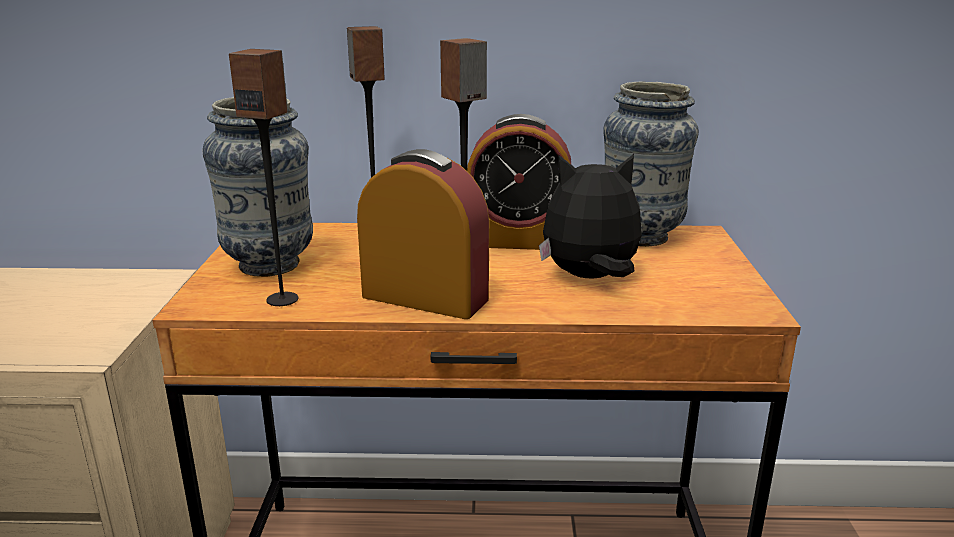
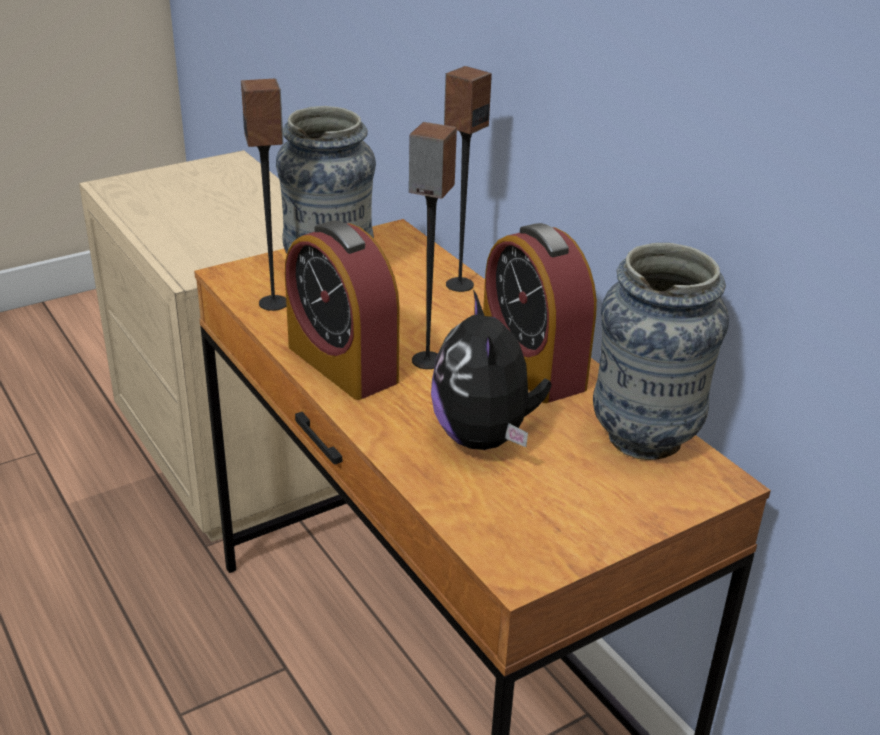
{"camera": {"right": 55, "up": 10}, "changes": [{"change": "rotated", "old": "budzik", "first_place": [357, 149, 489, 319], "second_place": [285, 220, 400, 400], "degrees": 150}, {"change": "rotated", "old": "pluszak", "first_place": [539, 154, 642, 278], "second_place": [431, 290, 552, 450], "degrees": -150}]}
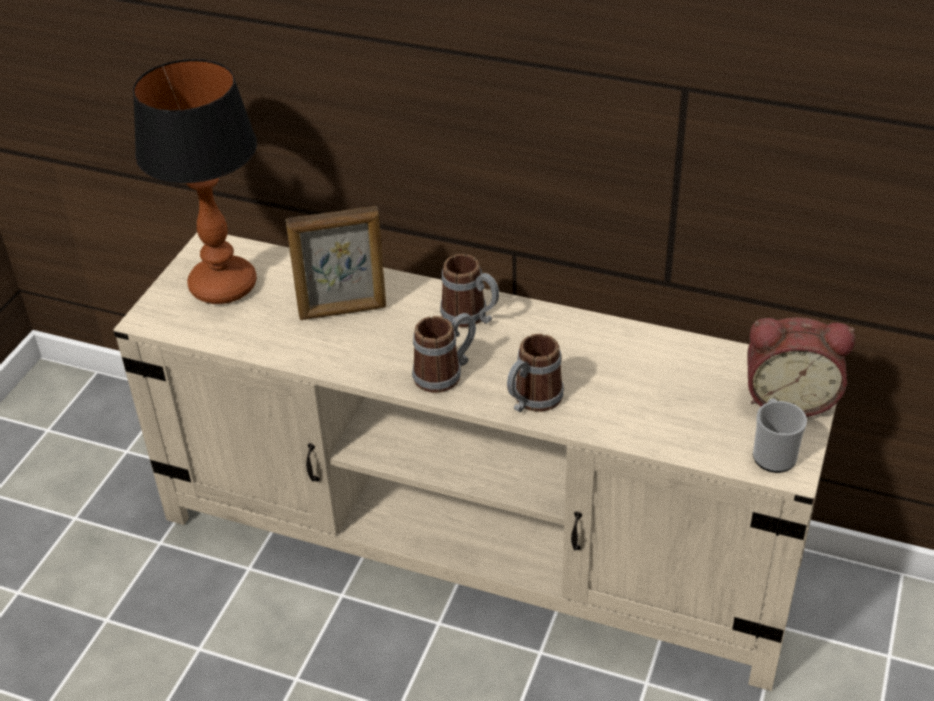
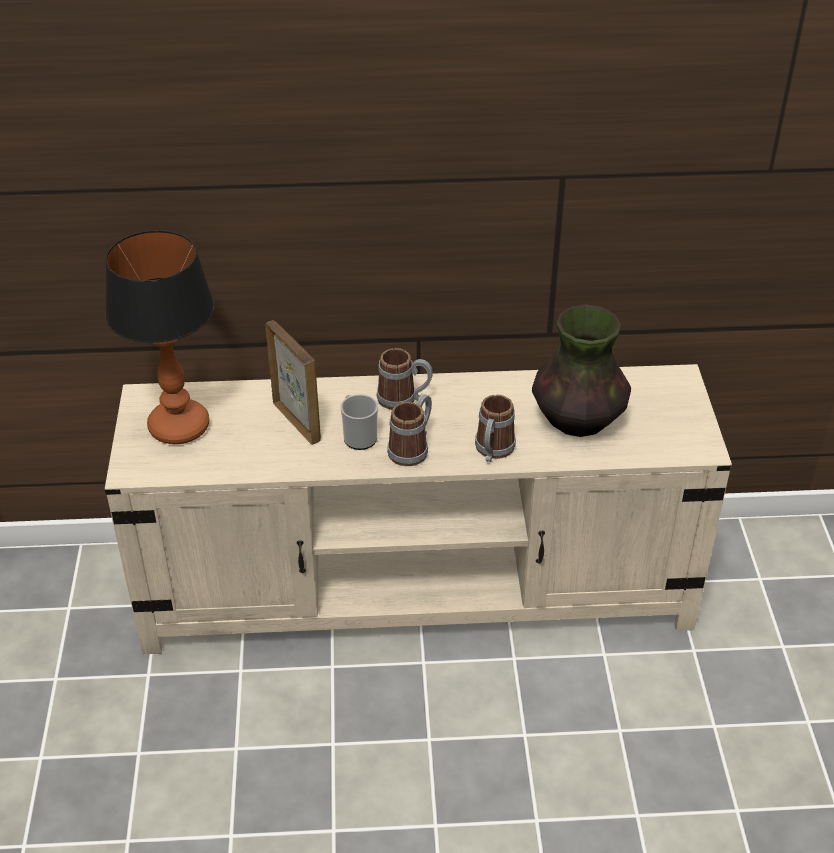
{"camera": {"right": -25, "up": 0}, "changes": [{"change": "rotated", "old": "ramka na zdjęcie", "first_place": [285, 206, 386, 320], "second_place": [265, 320, 321, 445], "degrees": -90}, {"change": "shifted", "old": "kubek", "first_place": [753, 398, 807, 473], "second_place": [340, 394, 378, 450]}, {"change": "new", "new": "wazon", "second_place": [532, 304, 631, 437]}, {"change": "gone", "old": "budzik", "first_place": [747, 317, 855, 417]}]}
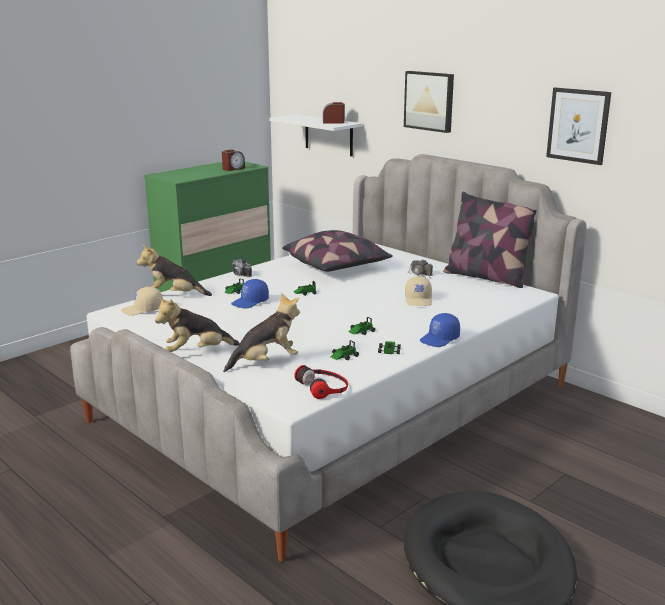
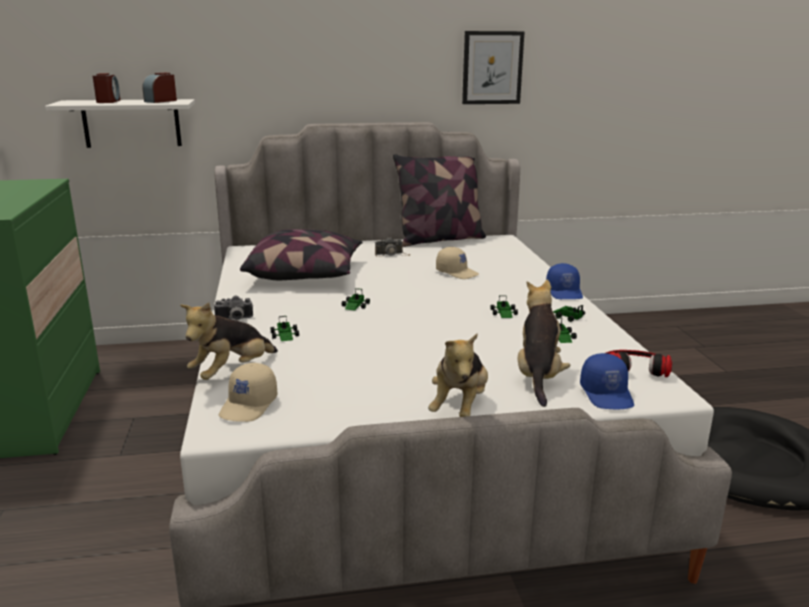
{"camera": {"right": -55, "up": 0}, "changes": [{"change": "shifted", "old": "budzik", "first_place": [222, 149, 245, 171], "second_place": [93, 73, 120, 103]}, {"change": "shifted", "old": "czapka z daszkiem/niebieski", "first_place": [231, 279, 269, 309], "second_place": [580, 353, 634, 409]}, {"change": "gone", "old": "obraz", "first_place": [404, 71, 454, 133]}]}
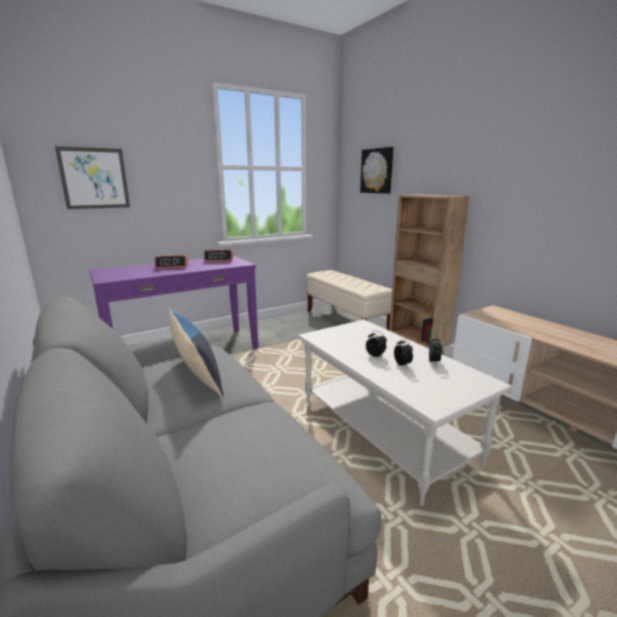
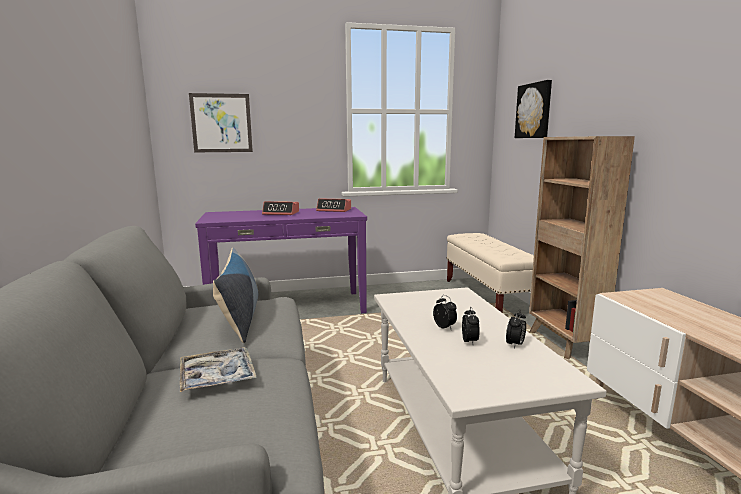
{"camera": {"right": 20, "up": -5}, "changes": [{"change": "new", "new": "taca", "second_place": [180, 347, 257, 392]}]}
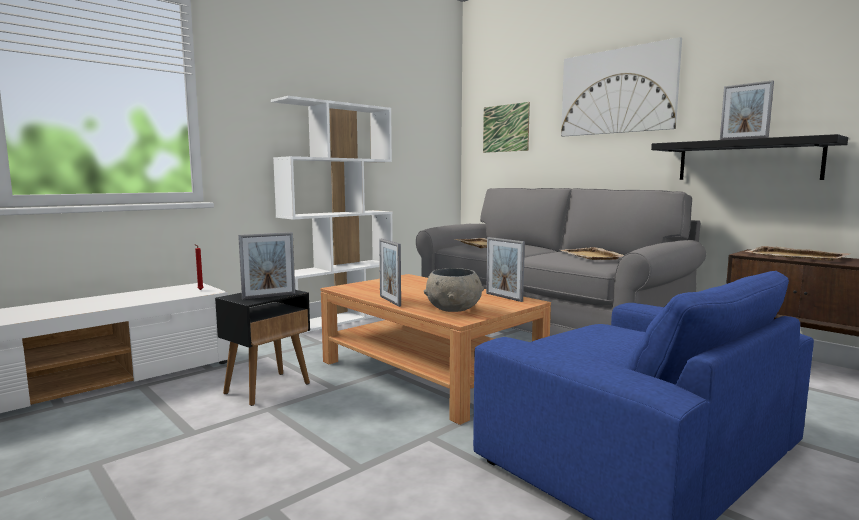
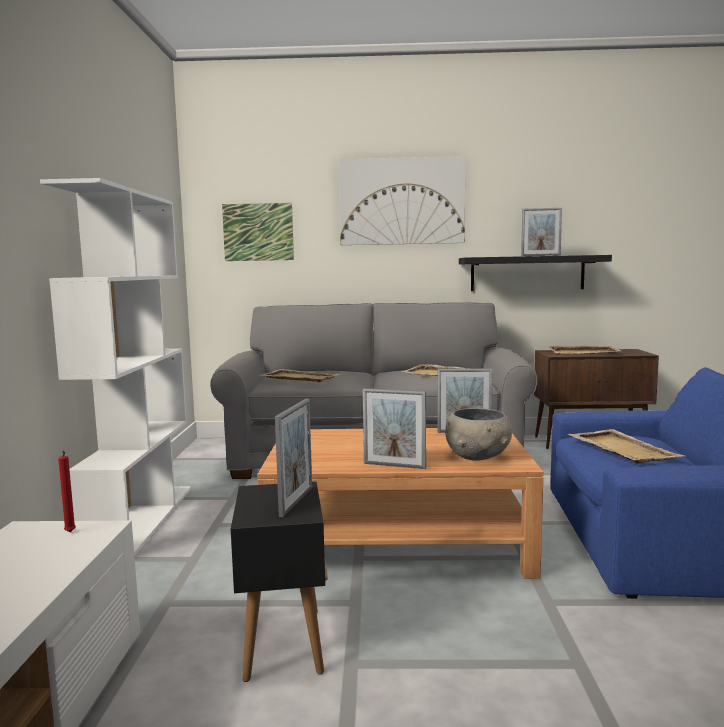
{"camera": {"right": -45, "up": 0}, "changes": [{"change": "new", "new": "taca/beżowy", "second_place": [568, 429, 685, 464]}]}
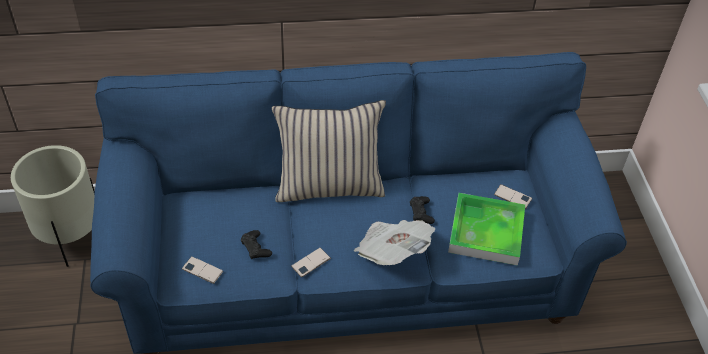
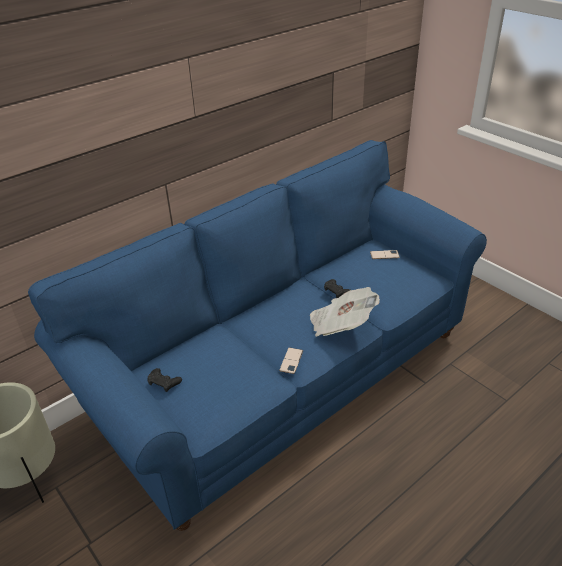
{"camera": {"right": -30, "up": -10}, "changes": [{"change": "shifted", "old": "pad do gier/czarny", "first_place": [241, 230, 272, 259], "second_place": [147, 368, 182, 392]}, {"change": "gone", "old": "telefon", "first_place": [182, 256, 223, 284]}, {"change": "gone", "old": "poduszka/beżowy", "first_place": [272, 100, 386, 202]}, {"change": "gone", "old": "taca", "first_place": [448, 193, 525, 266]}]}
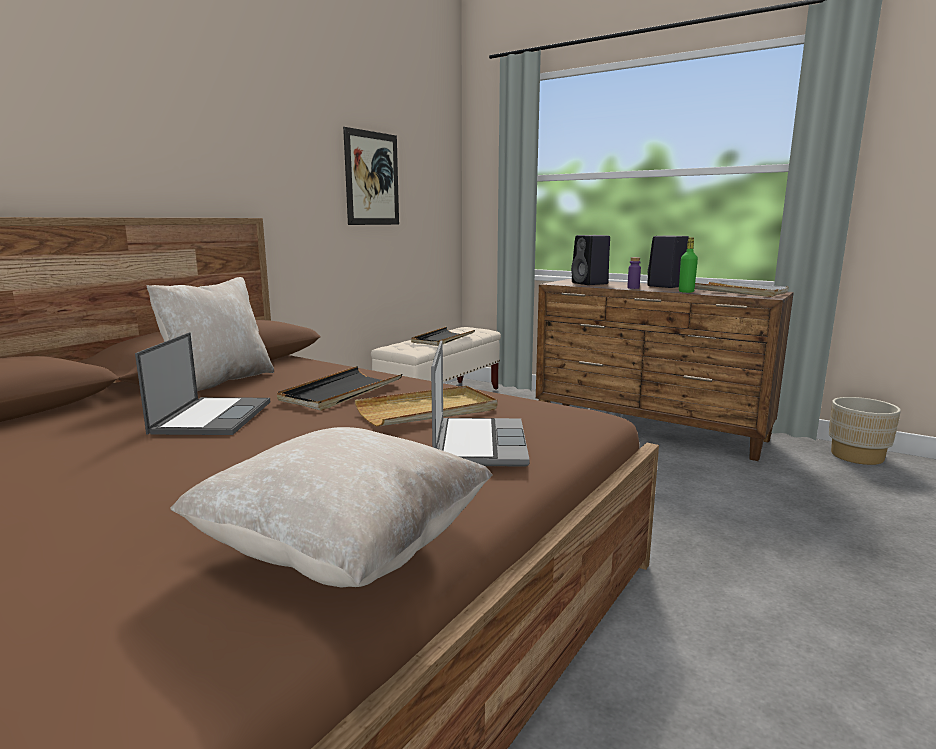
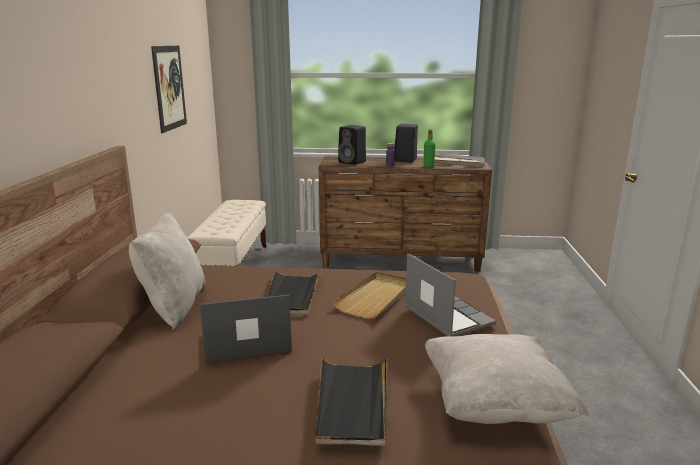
{"camera": {"right": -30, "up": 5}, "changes": [{"change": "rotated", "old": "laptop", "first_place": [135, 332, 270, 435], "second_place": [200, 295, 292, 363], "degrees": -75}, {"change": "shifted", "old": "taca/czarny", "first_place": [411, 327, 475, 346], "second_place": [315, 356, 387, 446]}, {"change": "gone", "old": "donica/beżowy", "first_place": [829, 397, 901, 465]}]}
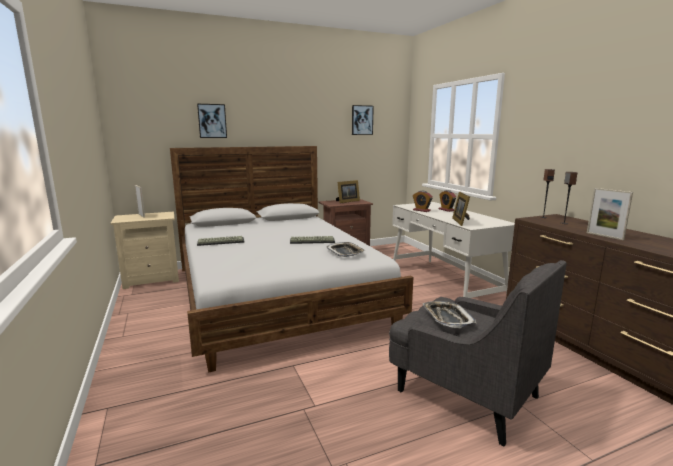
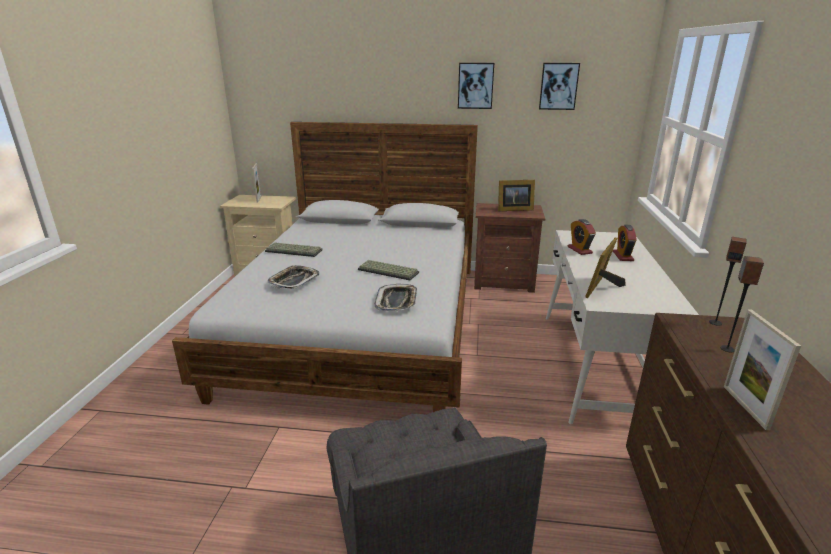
{"camera": {"right": 30, "up": 10}, "changes": [{"change": "shifted", "old": "taca", "first_place": [423, 301, 476, 328], "second_place": [268, 265, 319, 289]}, {"change": "shifted", "old": "obraz", "first_place": [197, 104, 227, 138], "second_place": [458, 63, 494, 109]}]}
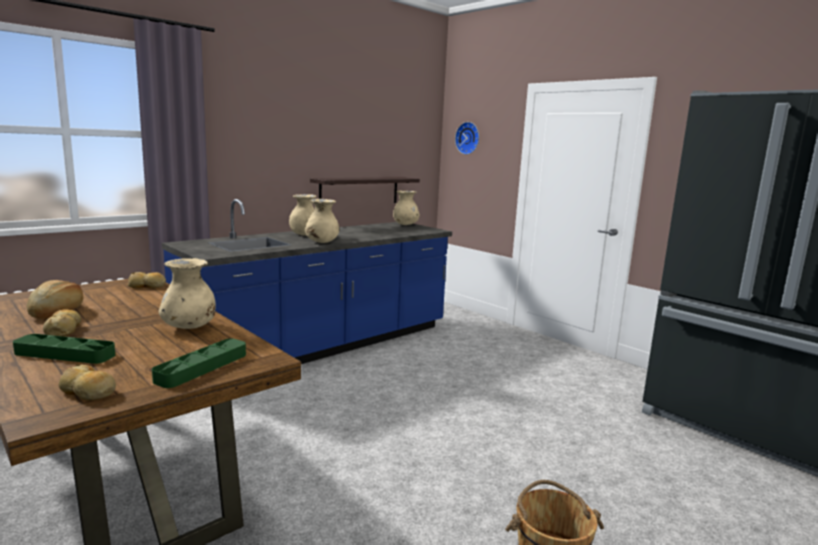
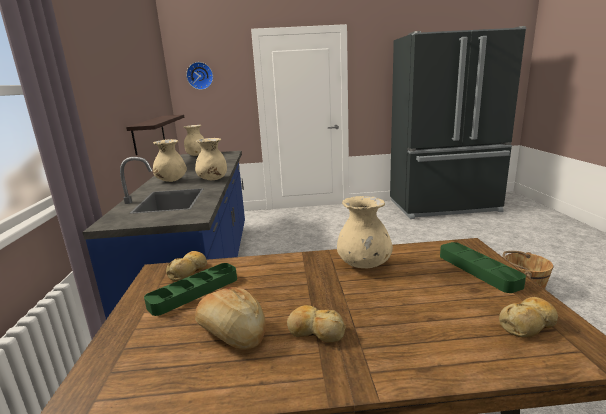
{"camera": {"right": -50, "up": 5}, "changes": [{"change": "shifted", "old": "taca/zielony", "first_place": [13, 334, 115, 364], "second_place": [144, 263, 237, 316]}]}
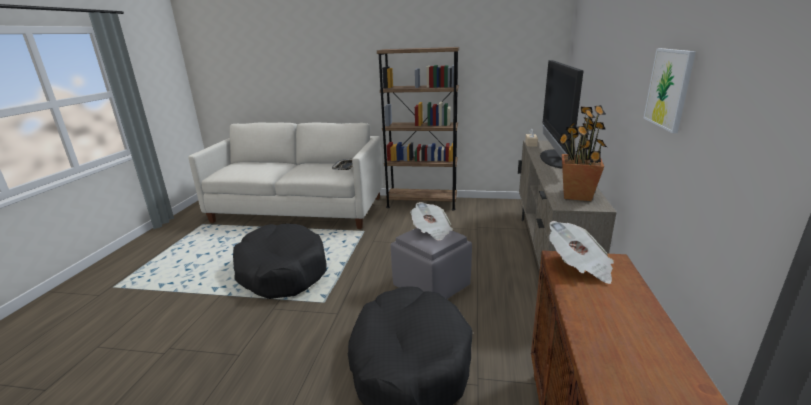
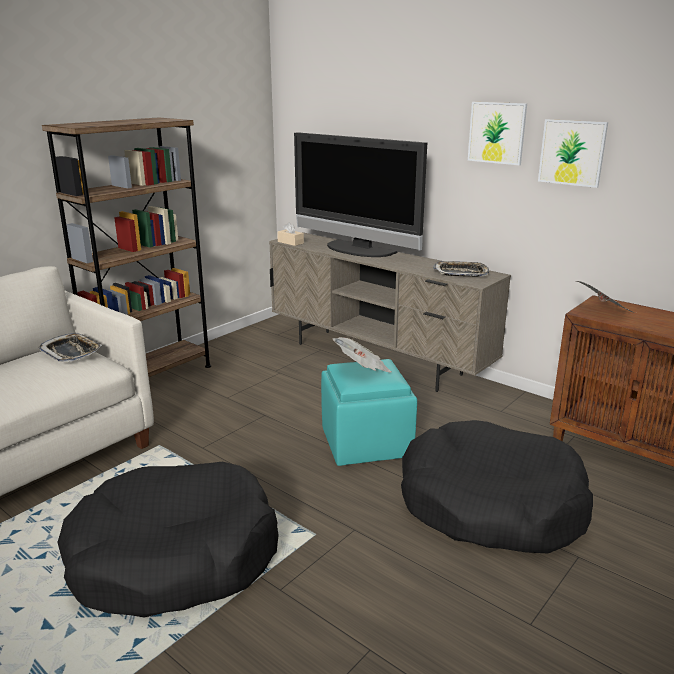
{"camera": {"right": -60, "up": 0}, "changes": [{"change": "repainted", "old": "pufa/szary", "new": "pufa/turkusowy", "first_place": [391, 228, 472, 299], "second_place": [321, 359, 417, 466]}, {"change": "swapped", "old": "roślina doniczkowa", "new": "taca", "first_place": [558, 105, 607, 201], "second_place": [433, 261, 489, 277]}, {"change": "new", "new": "obraz", "second_place": [468, 102, 527, 165]}]}
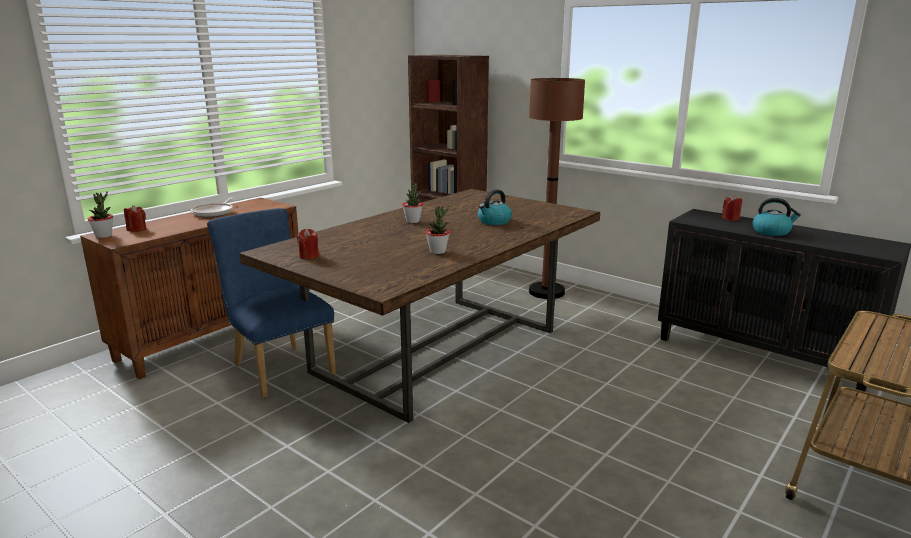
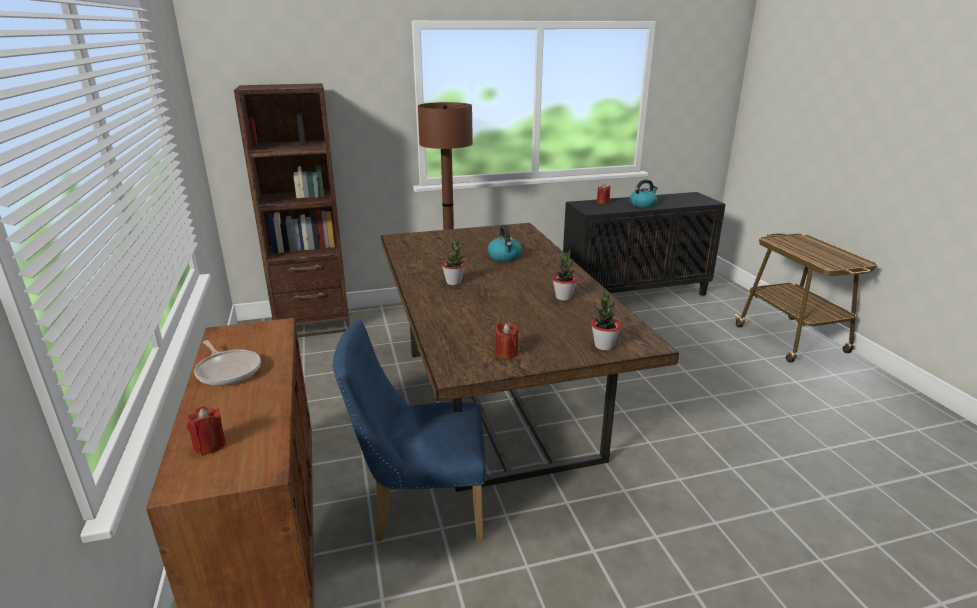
{"camera": {"right": -55, "up": 5}, "changes": [{"change": "shifted", "old": "roślina doniczkowa", "first_place": [87, 191, 113, 238], "second_place": [591, 290, 621, 350]}]}
